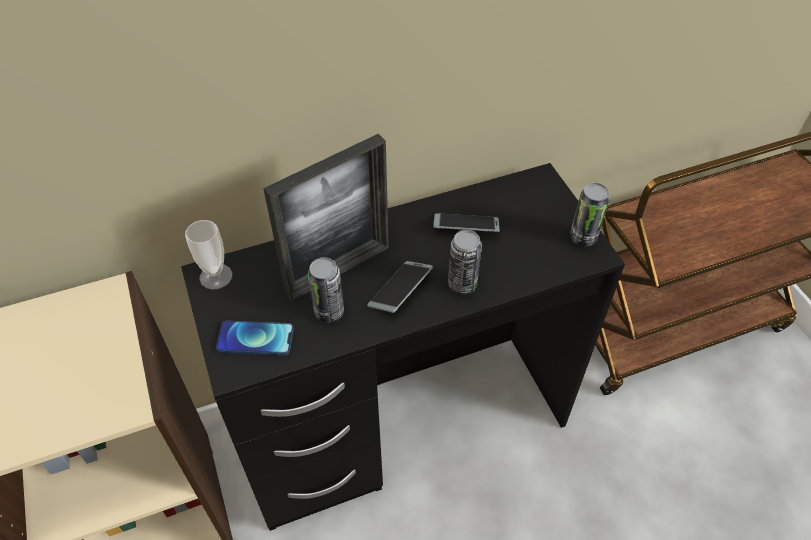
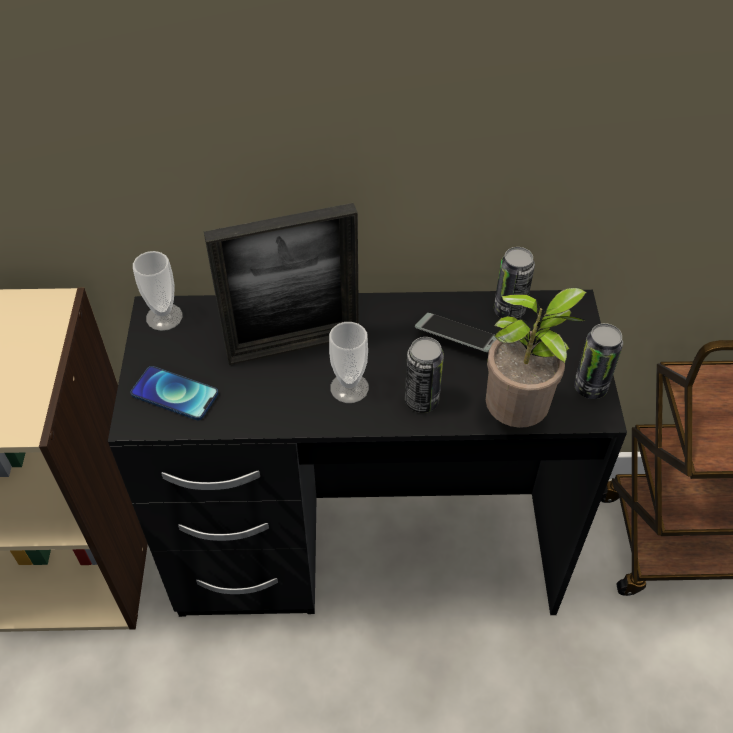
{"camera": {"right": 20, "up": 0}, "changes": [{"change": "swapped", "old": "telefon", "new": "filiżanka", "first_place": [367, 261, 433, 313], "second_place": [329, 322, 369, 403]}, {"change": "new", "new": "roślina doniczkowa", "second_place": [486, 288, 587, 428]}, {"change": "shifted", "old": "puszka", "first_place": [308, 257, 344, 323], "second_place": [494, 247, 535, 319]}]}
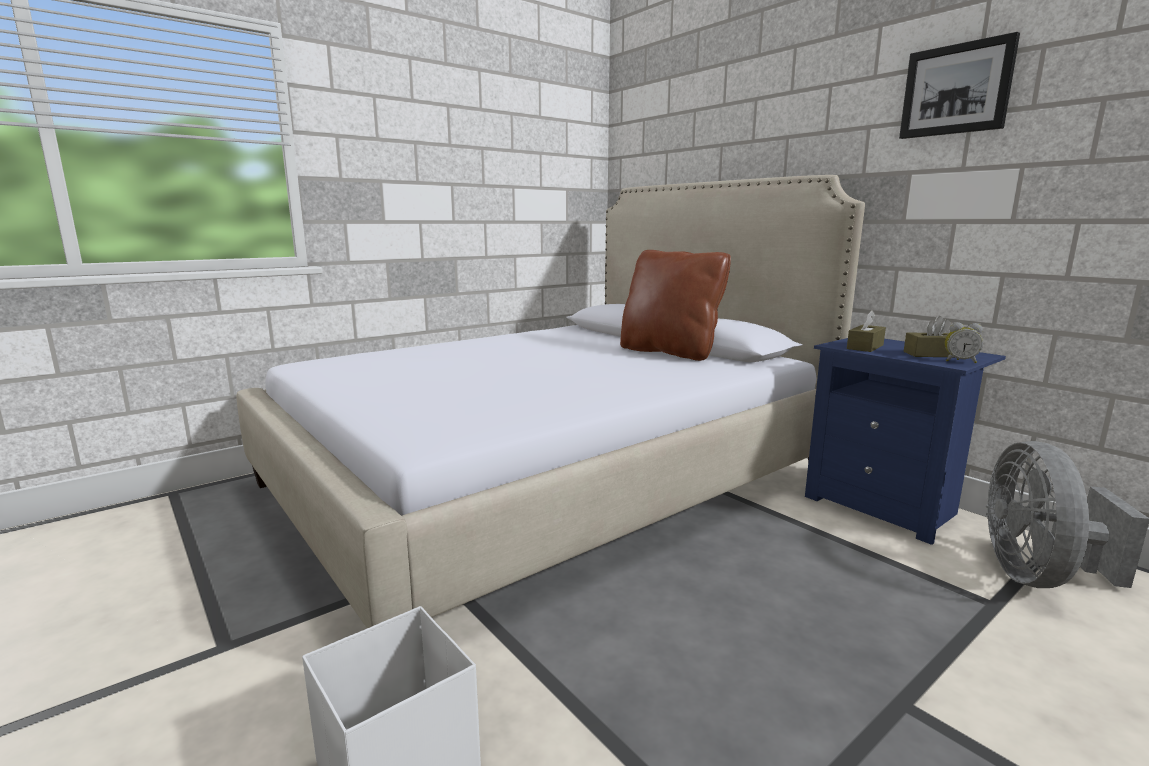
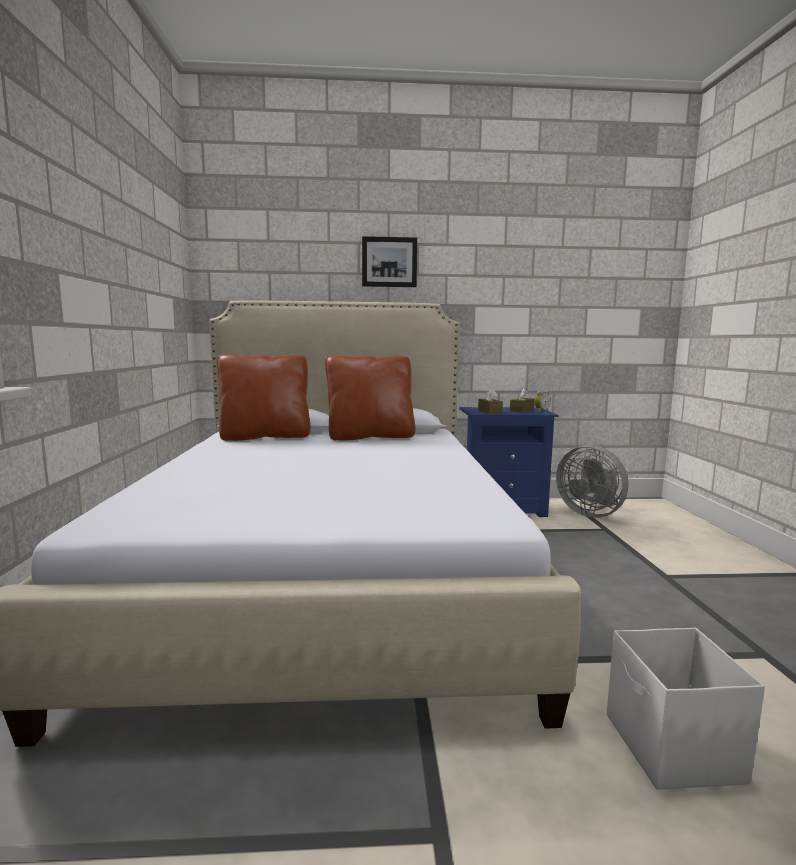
{"camera": {"right": -55, "up": -5}, "changes": [{"change": "new", "new": "poduszka/brązowy", "second_place": [217, 354, 311, 441]}, {"change": "shifted", "old": "obraz", "first_place": [899, 32, 1020, 139], "second_place": [362, 236, 417, 287]}]}
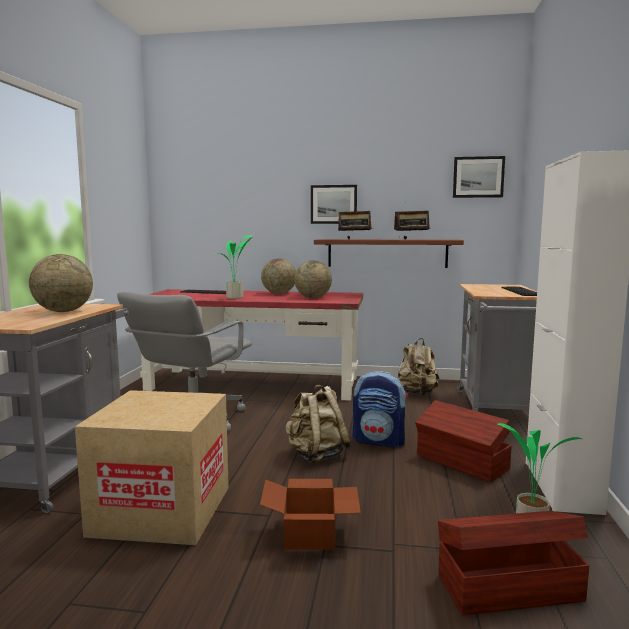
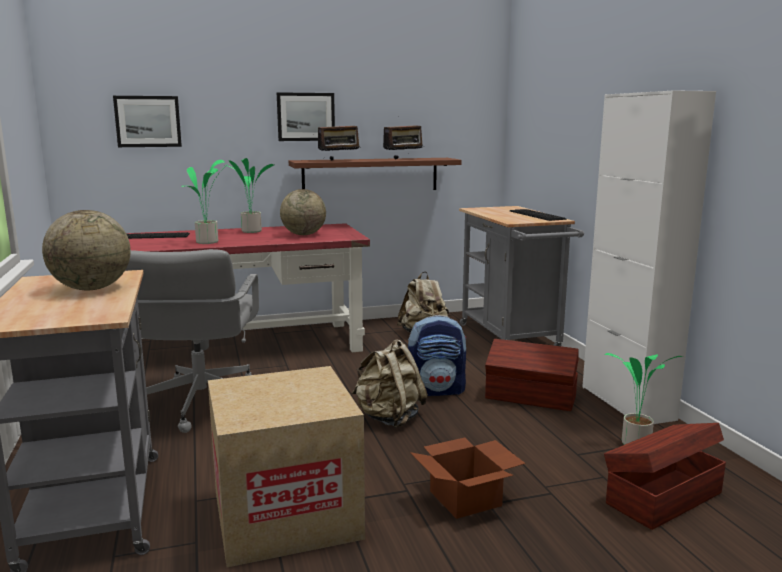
{"camera": {"right": -25, "up": 5}, "changes": [{"change": "shifted", "old": "obraz", "first_place": [453, 156, 505, 198], "second_place": [113, 96, 182, 147]}, {"change": "swapped", "old": "globus", "new": "roślina doniczkowa", "first_place": [261, 259, 296, 294], "second_place": [224, 158, 274, 233]}]}
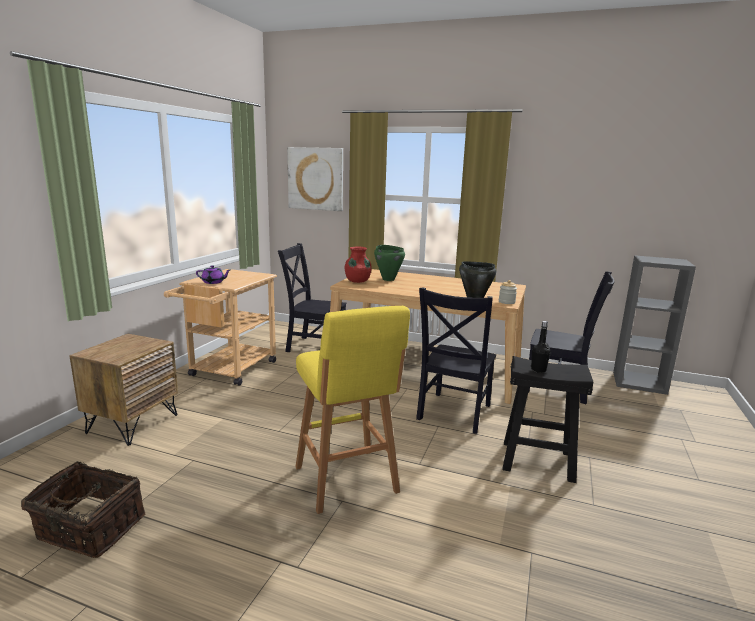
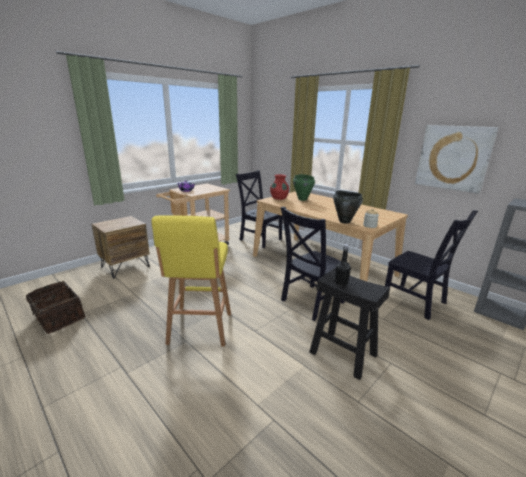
{"camera": {"right": 25, "up": 5}, "changes": [{"change": "shifted", "old": "obraz", "first_place": [287, 147, 343, 211], "second_place": [415, 125, 498, 194]}]}
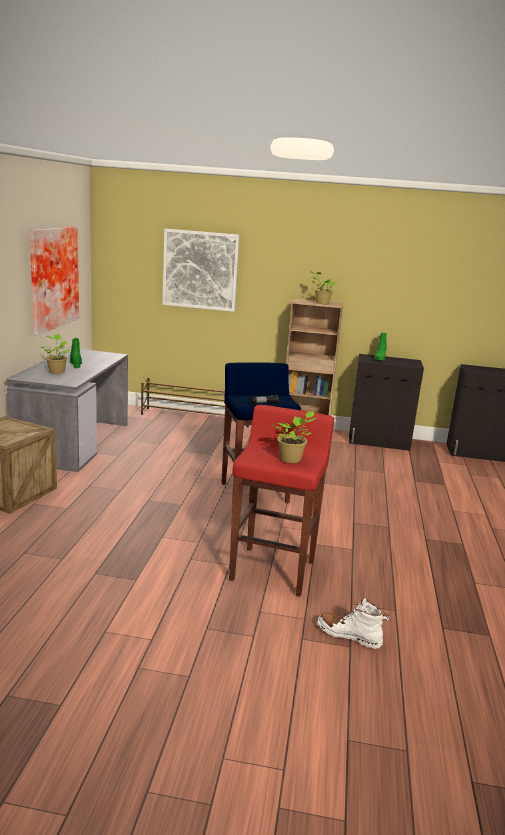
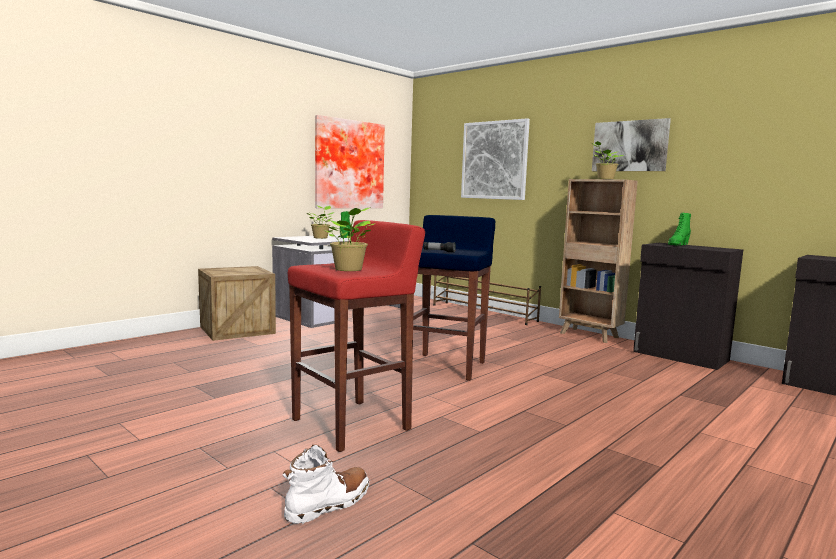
{"camera": {"right": 35, "up": -10}, "changes": [{"change": "rotated", "old": "but z cholewką/biały", "first_place": [317, 597, 389, 649], "second_place": [282, 445, 369, 524], "degrees": 75}, {"change": "new", "new": "obraz", "second_place": [592, 118, 671, 171]}]}
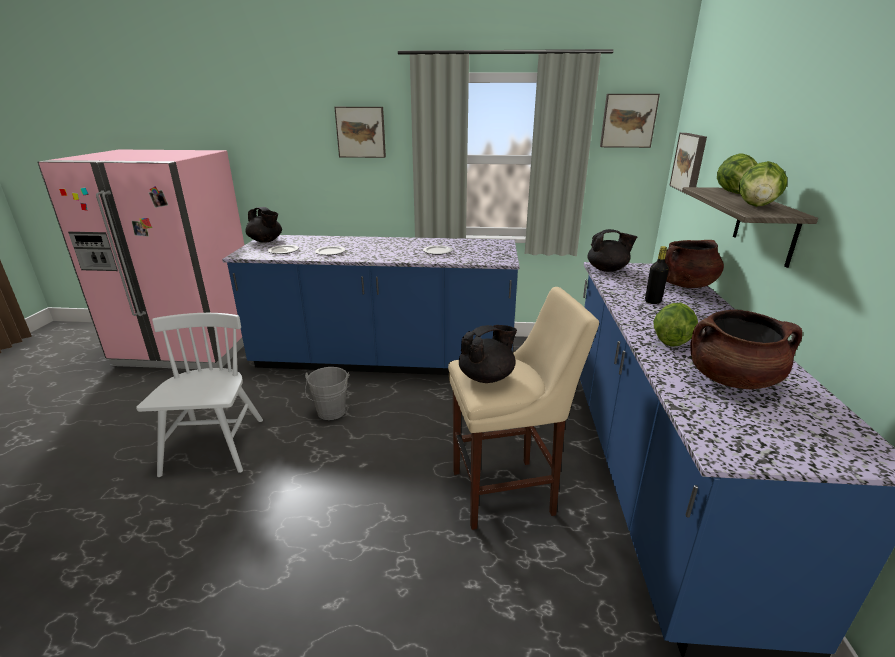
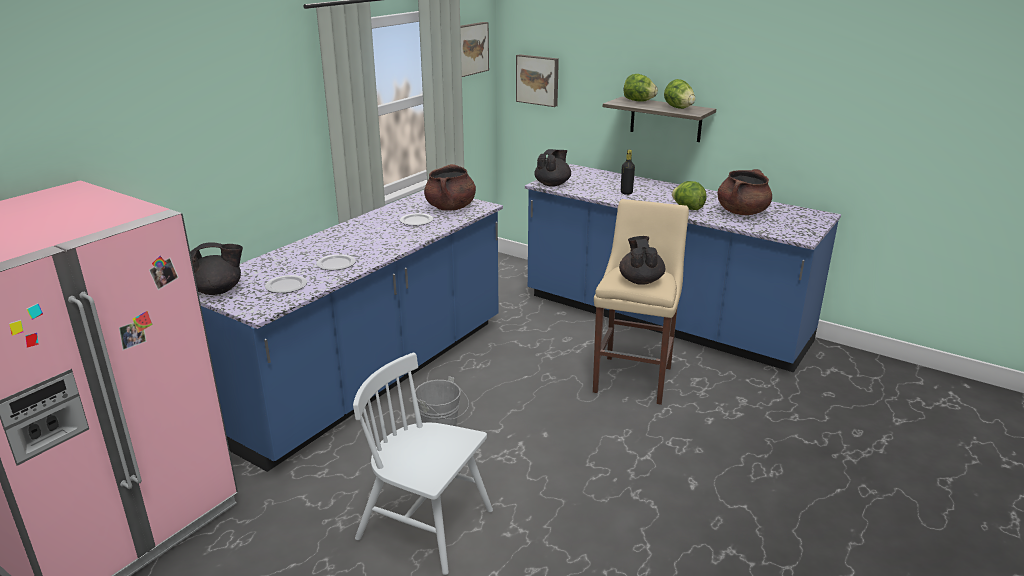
{"camera": {"right": -60, "up": 0}, "changes": [{"change": "shifted", "old": "garnek/brązowy", "first_place": [665, 240, 724, 288], "second_place": [424, 164, 476, 211]}, {"change": "gone", "old": "obraz", "first_place": [334, 107, 386, 158]}]}
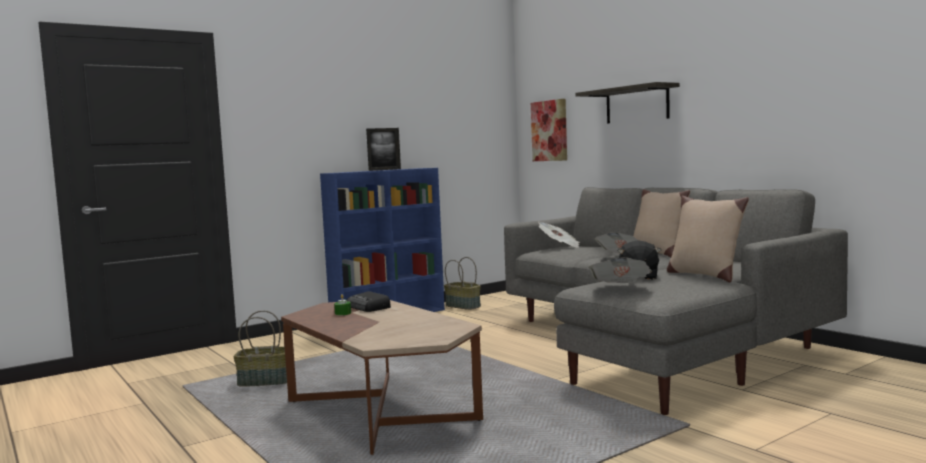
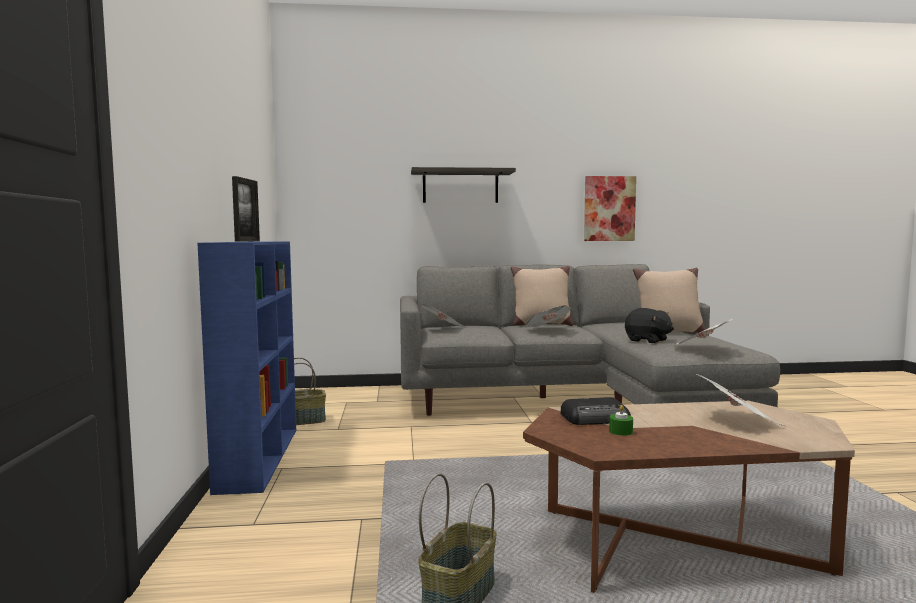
{"camera": {"right": -60, "up": 0}, "changes": [{"change": "shifted", "old": "obraz", "first_place": [531, 99, 567, 161], "second_place": [584, 176, 636, 241]}, {"change": "new", "new": "gazeta", "second_place": [697, 374, 788, 427]}]}
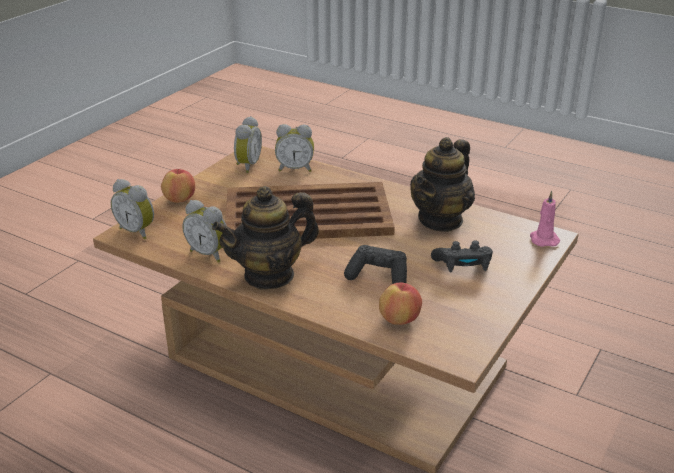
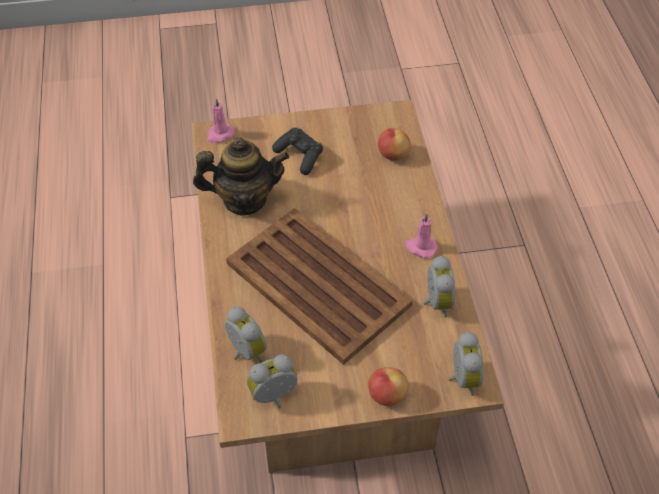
{"camera": {"right": -130, "up": 20}, "changes": [{"change": "swapped", "old": "imbryk", "new": "świeca/różowy", "first_place": [212, 186, 319, 290], "second_place": [405, 213, 438, 258]}, {"change": "gone", "old": "pad do gier/czarny", "first_place": [344, 245, 407, 284]}]}
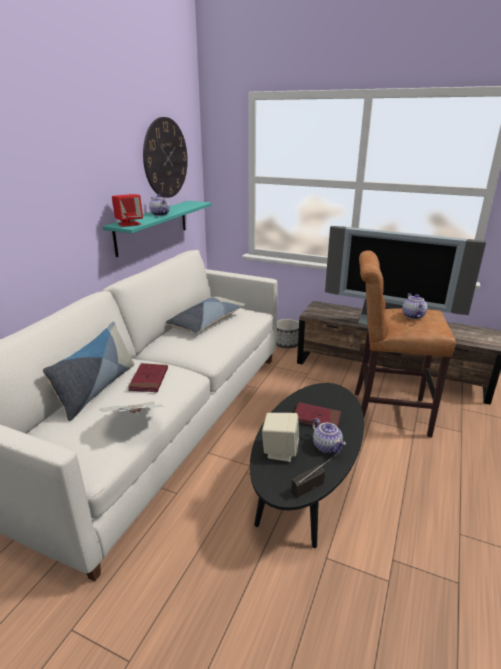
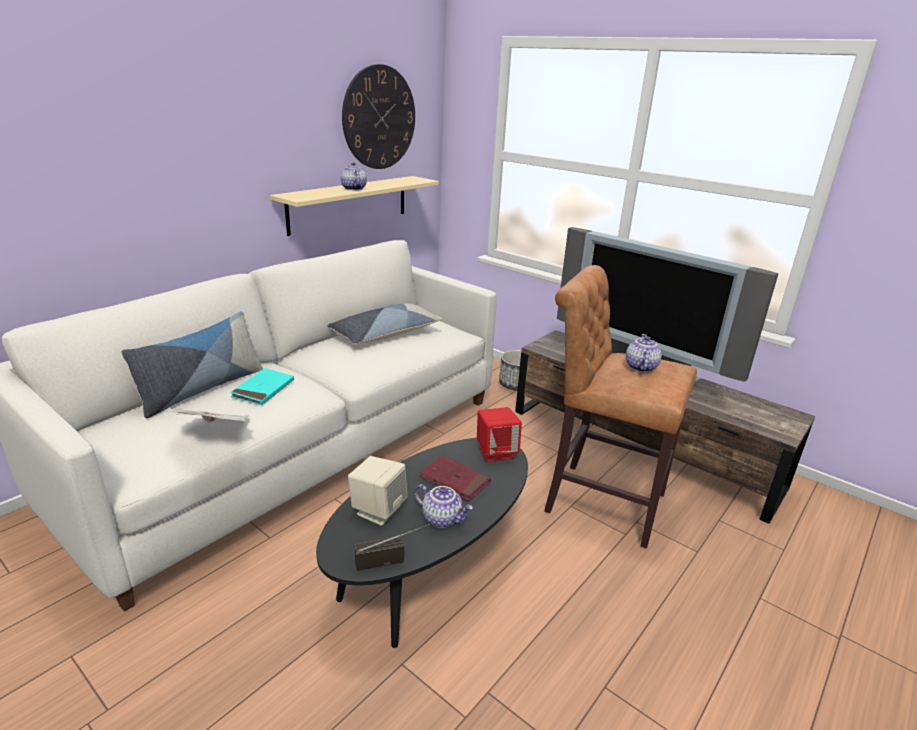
{"camera": {"right": 15, "up": 0}, "changes": [{"change": "repainted", "old": "książka/czerwony", "new": "książka/turkusowy", "first_place": [128, 363, 168, 392], "second_place": [230, 368, 294, 405]}, {"change": "repainted", "old": "półka/turkusowy", "new": "półka/beżowy", "first_place": [103, 201, 212, 257], "second_place": [270, 176, 439, 236]}, {"change": "rotated", "old": "imbryk", "first_place": [312, 418, 346, 453], "second_place": [414, 484, 473, 528], "degrees": -45}, {"change": "shifted", "old": "głośnik/czerwony", "first_place": [112, 194, 143, 227], "second_place": [477, 407, 522, 462]}]}
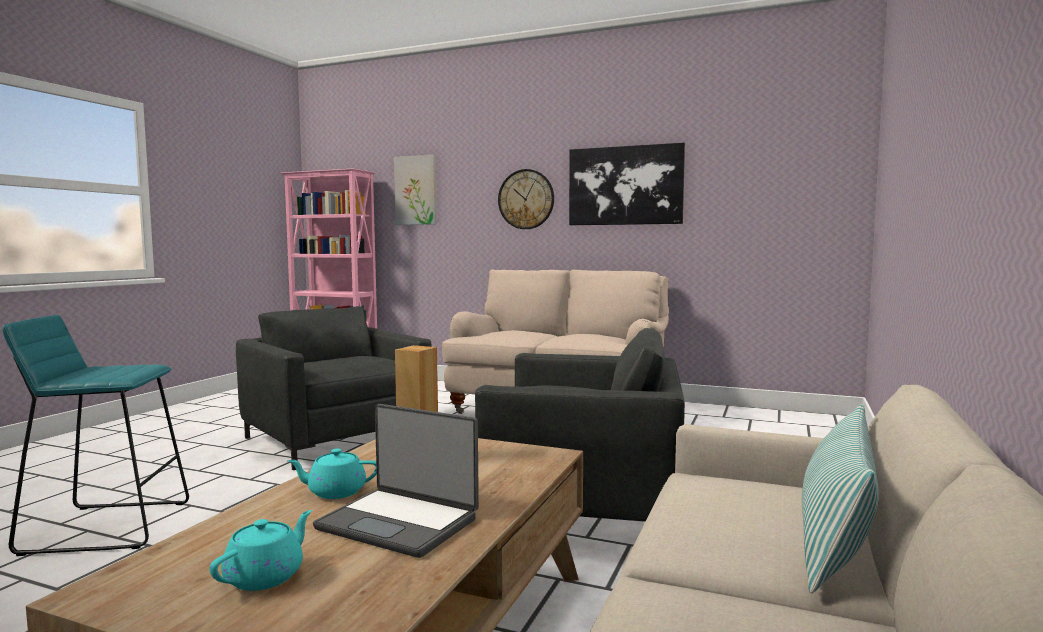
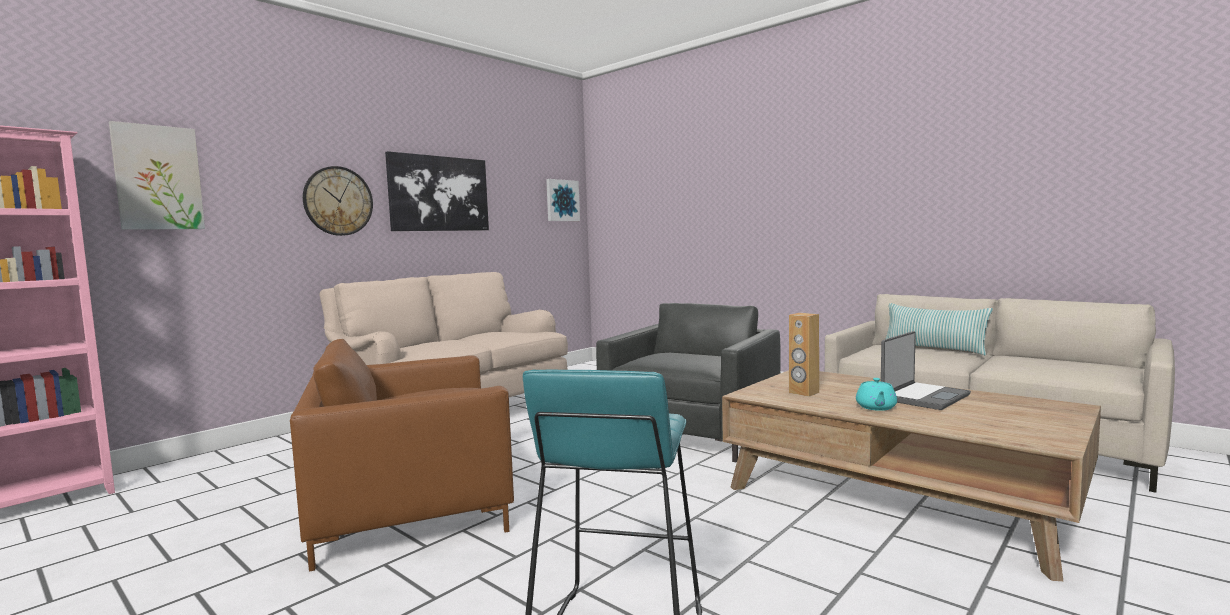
{"camera": {"right": -70, "up": 0}, "changes": [{"change": "repainted", "old": "fotel/szary", "new": "fotel/brązowy", "first_place": [236, 306, 431, 470], "second_place": [290, 339, 514, 572]}, {"change": "new", "new": "obraz", "second_place": [546, 179, 580, 221]}, {"change": "gone", "old": "imbryk/turkusowy", "first_place": [210, 510, 312, 591]}]}
